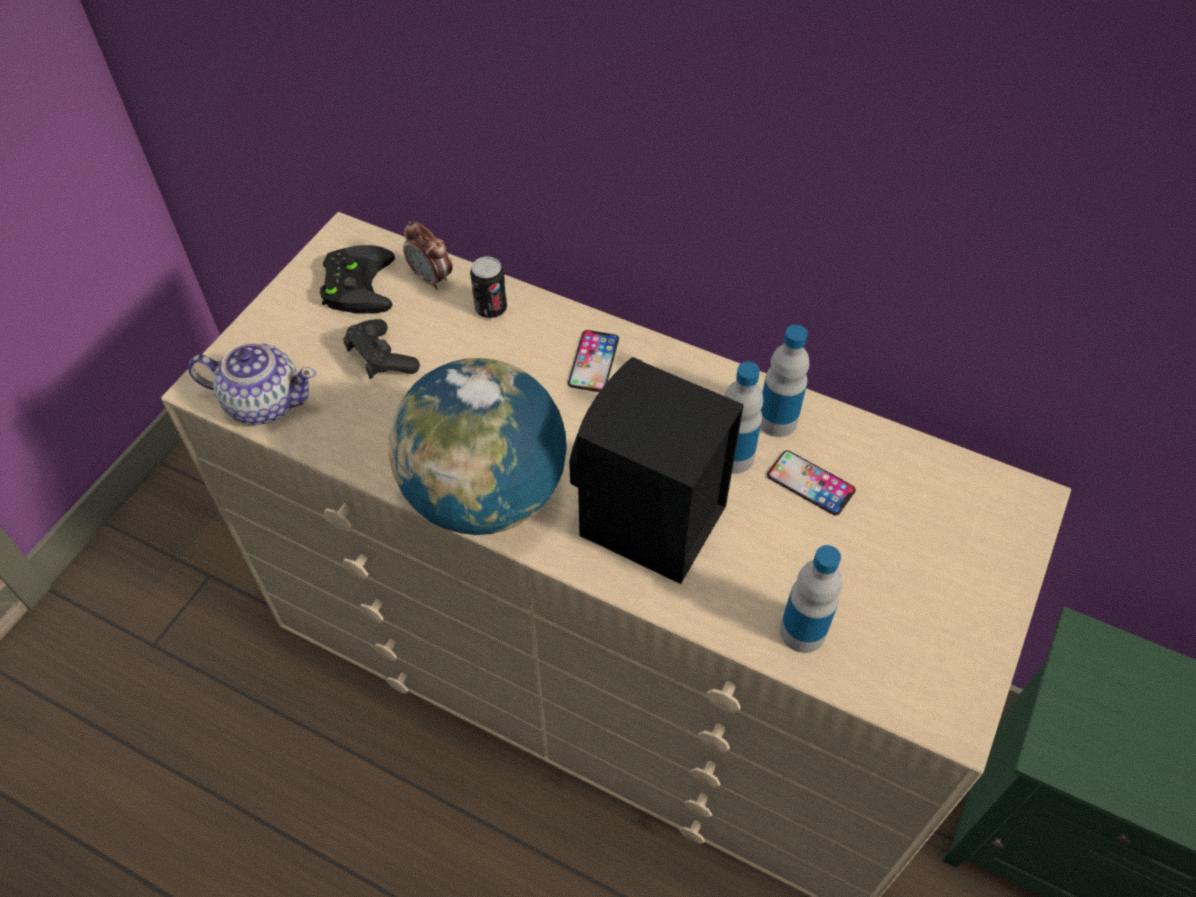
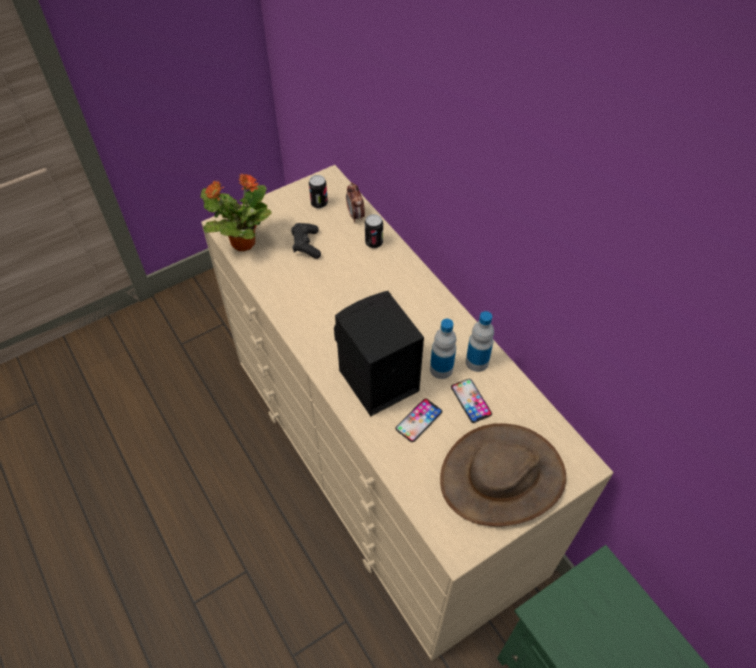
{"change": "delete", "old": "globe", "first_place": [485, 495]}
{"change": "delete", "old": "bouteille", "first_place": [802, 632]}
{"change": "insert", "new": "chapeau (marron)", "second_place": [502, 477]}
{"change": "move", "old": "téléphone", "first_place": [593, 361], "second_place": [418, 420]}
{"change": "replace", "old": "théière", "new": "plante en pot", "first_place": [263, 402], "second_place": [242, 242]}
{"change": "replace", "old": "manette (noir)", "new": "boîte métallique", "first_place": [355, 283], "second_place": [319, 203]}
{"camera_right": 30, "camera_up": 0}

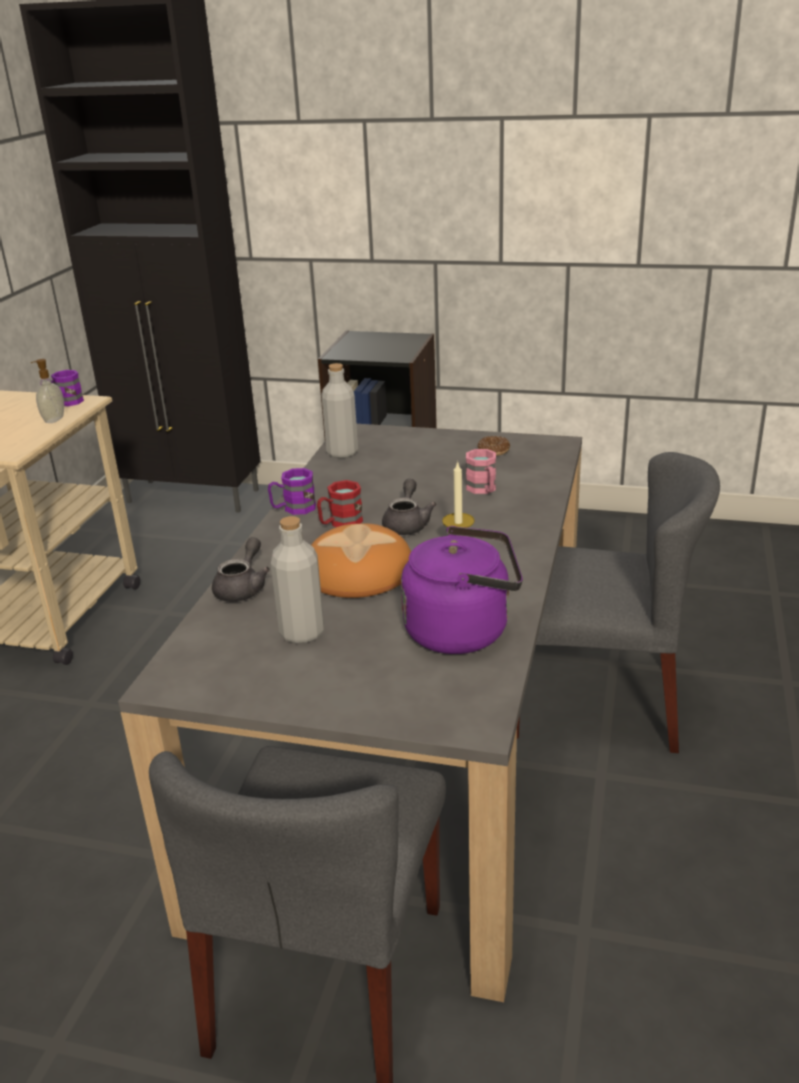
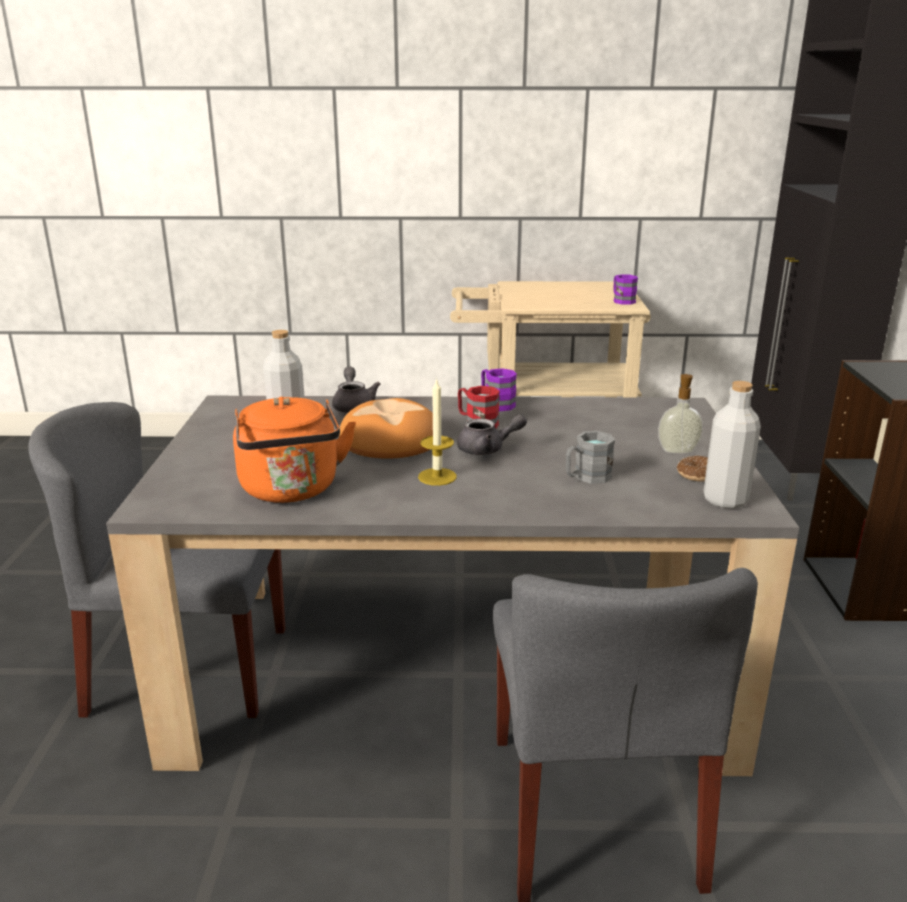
{"change": "move", "old": "distributeur de savon", "first_place": [53, 419], "second_place": [677, 450]}
{"change": "move", "old": "bouteille (gris)", "first_place": [342, 452], "second_place": [725, 500]}
{"change": "recolor", "old": "bouilloire (violet)", "new": "bouilloire (orange)", "first_place": [463, 630], "second_place": [291, 490]}
{"change": "recolor", "old": "mug (rose)", "new": "mug (gris)", "first_place": [483, 490], "second_place": [586, 477]}
{"change": "rotate", "old": "théière (gris)", "first_place": [243, 588], "second_place": [353, 405], "degrees": -105}
{"camera_right": 75, "camera_up": -5}

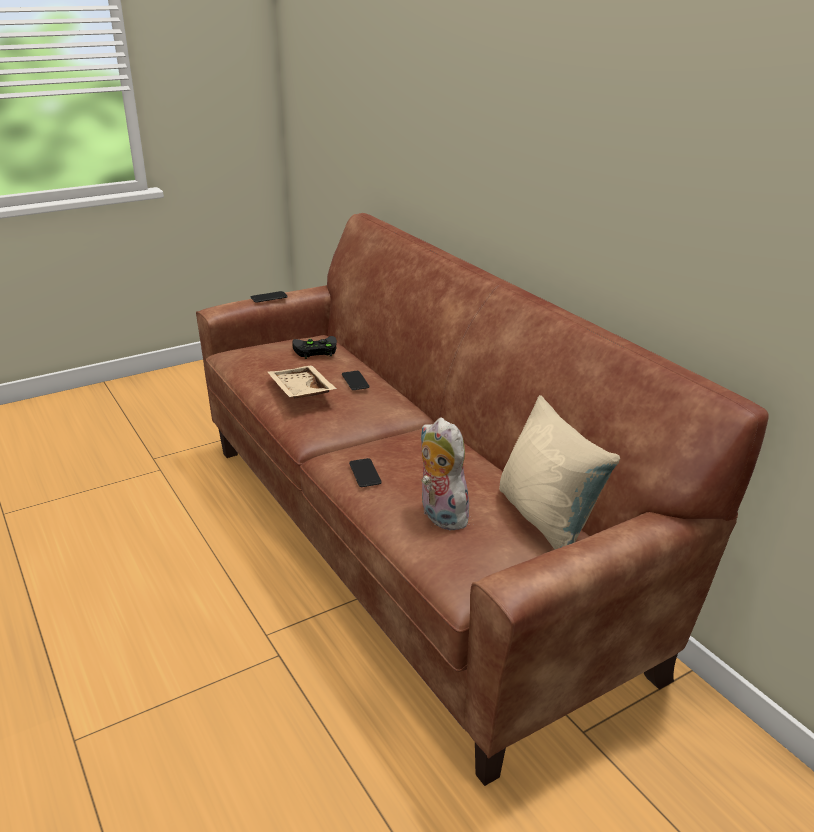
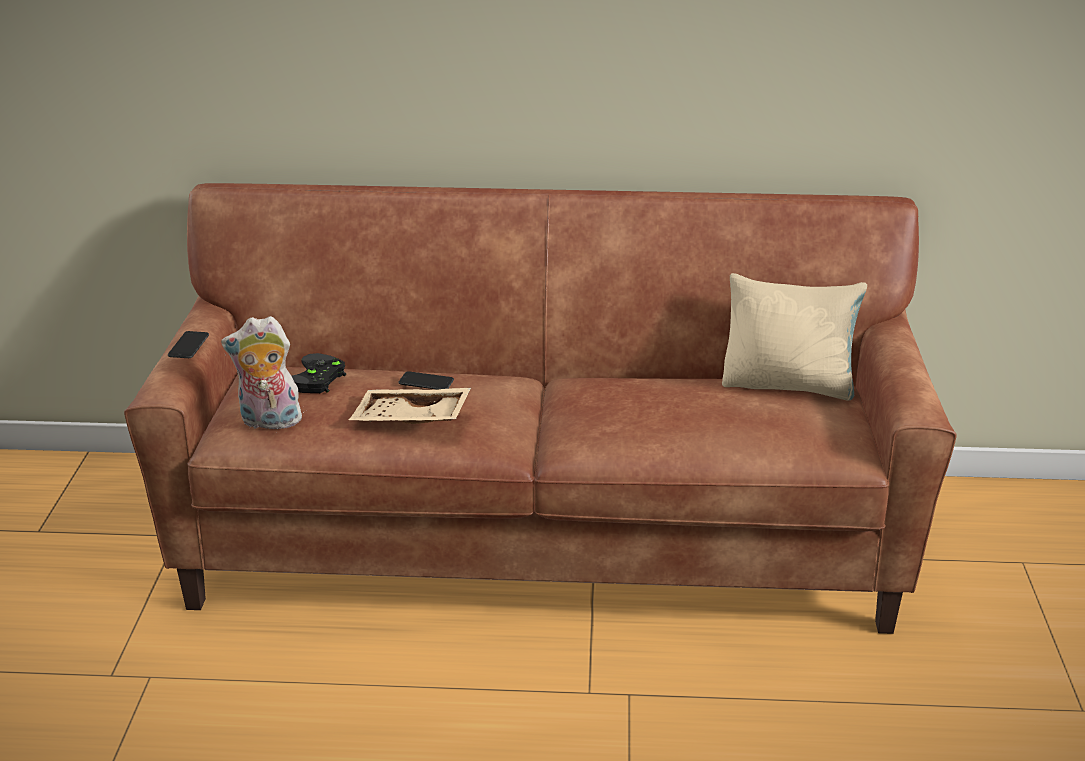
{"change": "delete", "old": "téléphone", "first_place": [365, 473]}
{"change": "move", "old": "peluche", "first_place": [439, 515], "second_place": [268, 422]}
{"camera_right": -55, "camera_up": 0}

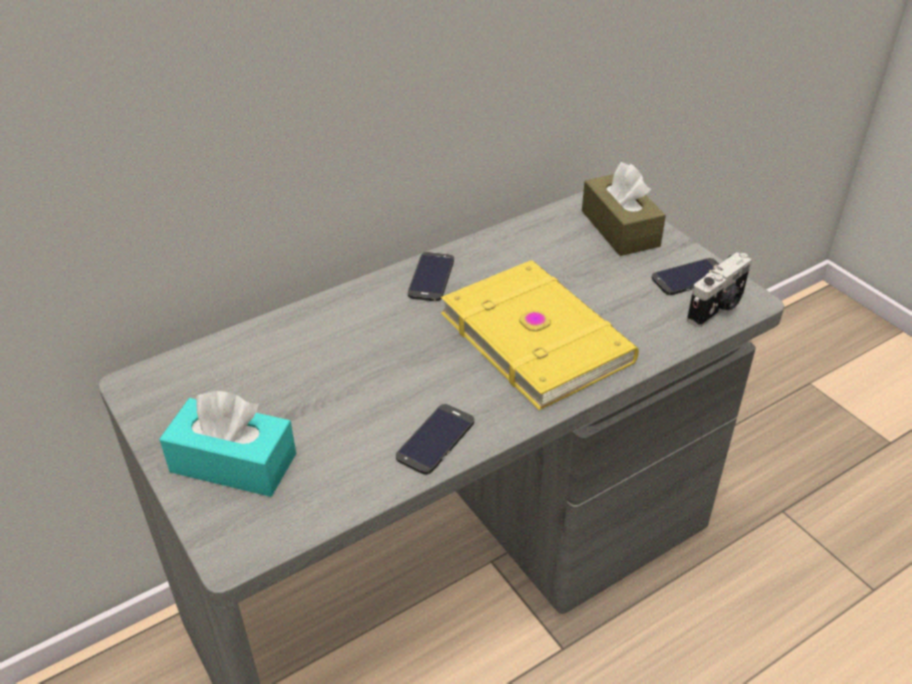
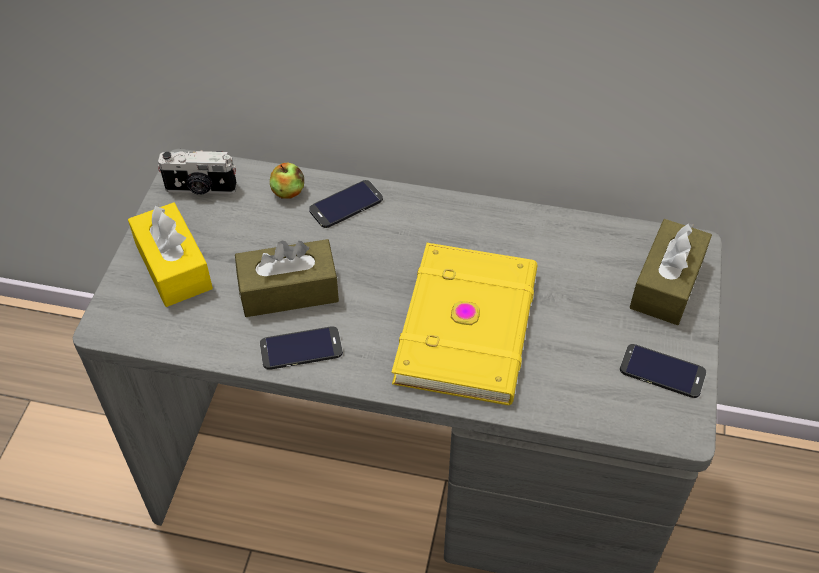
{"change": "insert", "new": "boîte à mouchoirs (marron)", "second_place": [289, 291]}
{"change": "insert", "new": "pomme", "second_place": [288, 192]}
{"change": "move", "old": "téléphone", "first_place": [431, 277], "second_place": [346, 204]}
{"change": "move", "old": "appareil photo", "first_place": [717, 308], "second_place": [201, 189]}
{"change": "recolor", "old": "boîte à mouchoirs (turquoise)", "new": "boîte à mouchoirs (jaune)", "first_place": [233, 463], "second_place": [173, 266]}
{"camera_right": 45, "camera_up": 10}

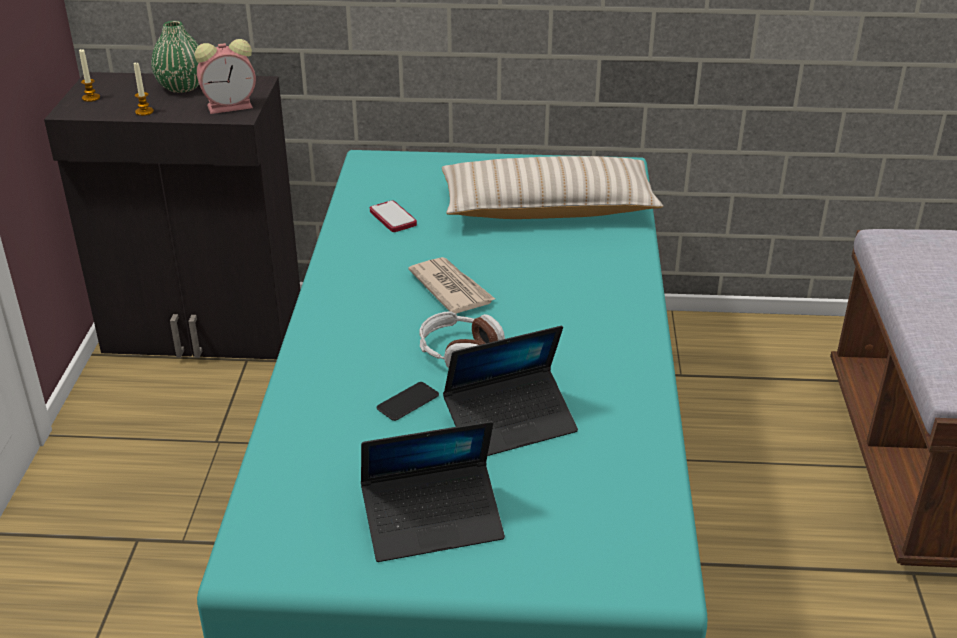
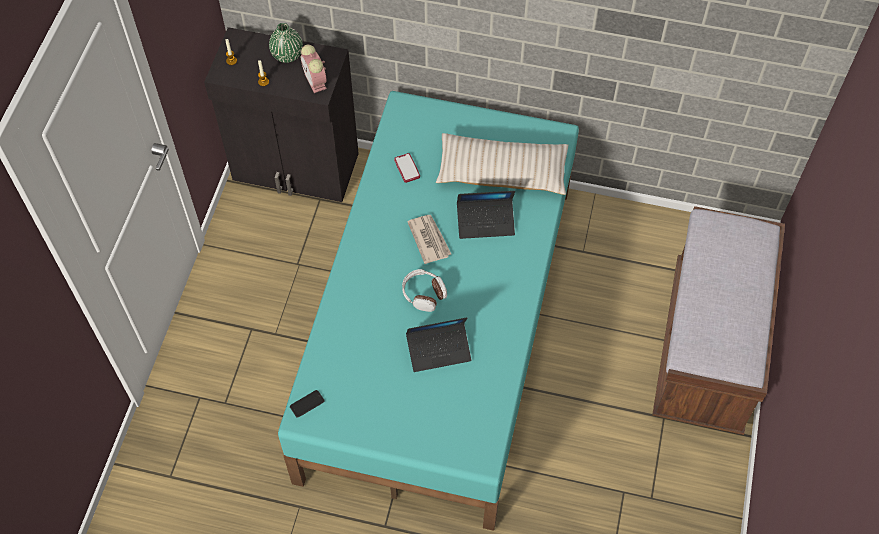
{"change": "move", "old": "ordinateur portable", "first_place": [433, 522], "second_place": [485, 222]}
{"change": "move", "old": "téléphone", "first_place": [408, 402], "second_place": [307, 404]}
{"change": "rotate", "old": "réveil", "first_place": [231, 106], "second_place": [316, 82], "degrees": 75}
{"camera_right": 10, "camera_up": 25}

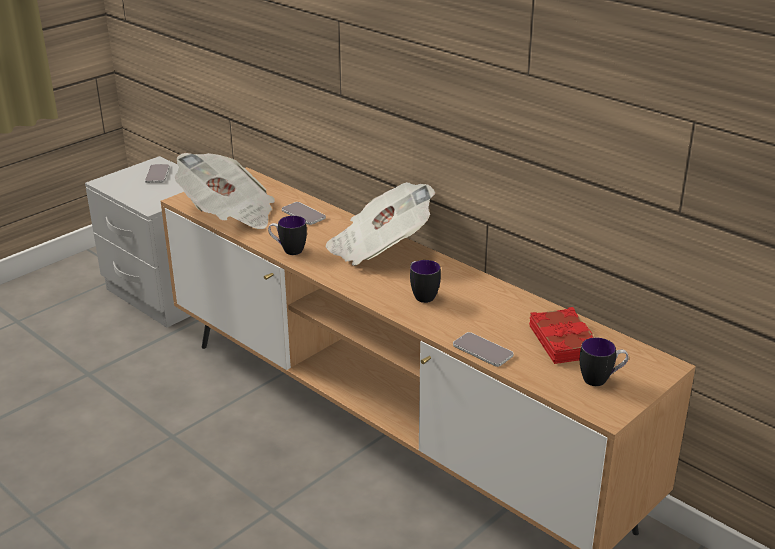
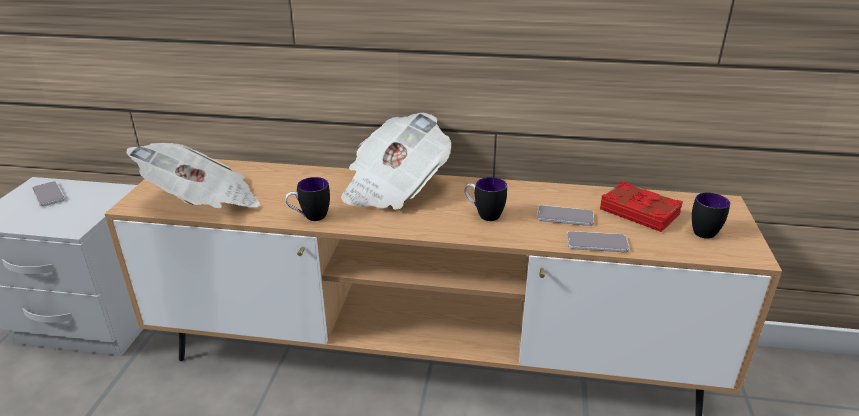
{"change": "move", "old": "téléphone", "first_place": [303, 214], "second_place": [565, 217]}
{"camera_right": -35, "camera_up": 0}

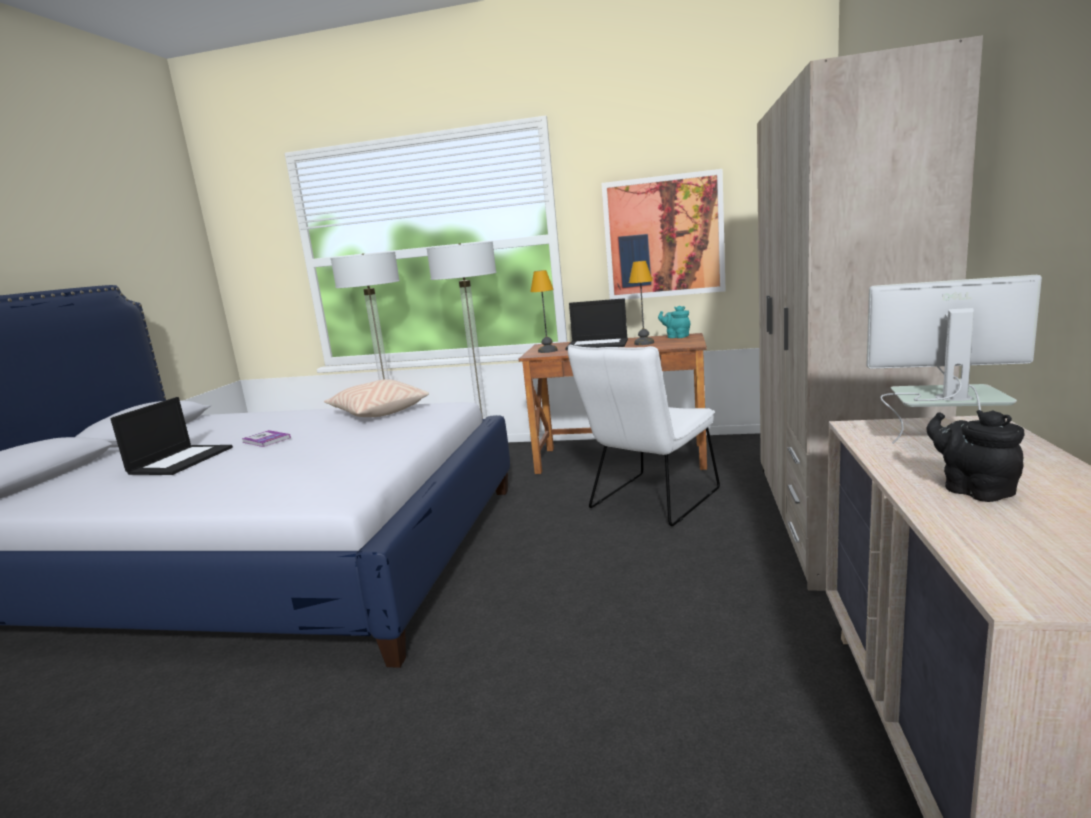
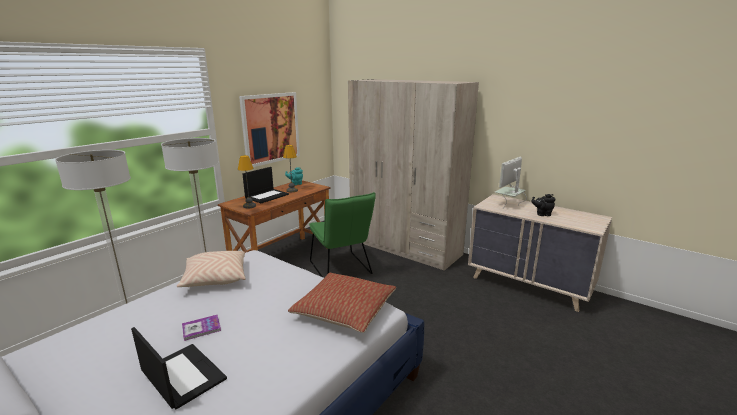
{"change": "insert", "new": "coussin", "second_place": [344, 311]}
{"change": "recolor", "old": "chaise (blanc)", "new": "chaise (vert)", "first_place": [649, 502], "second_place": [342, 270]}
{"camera_right": -65, "camera_up": 5}

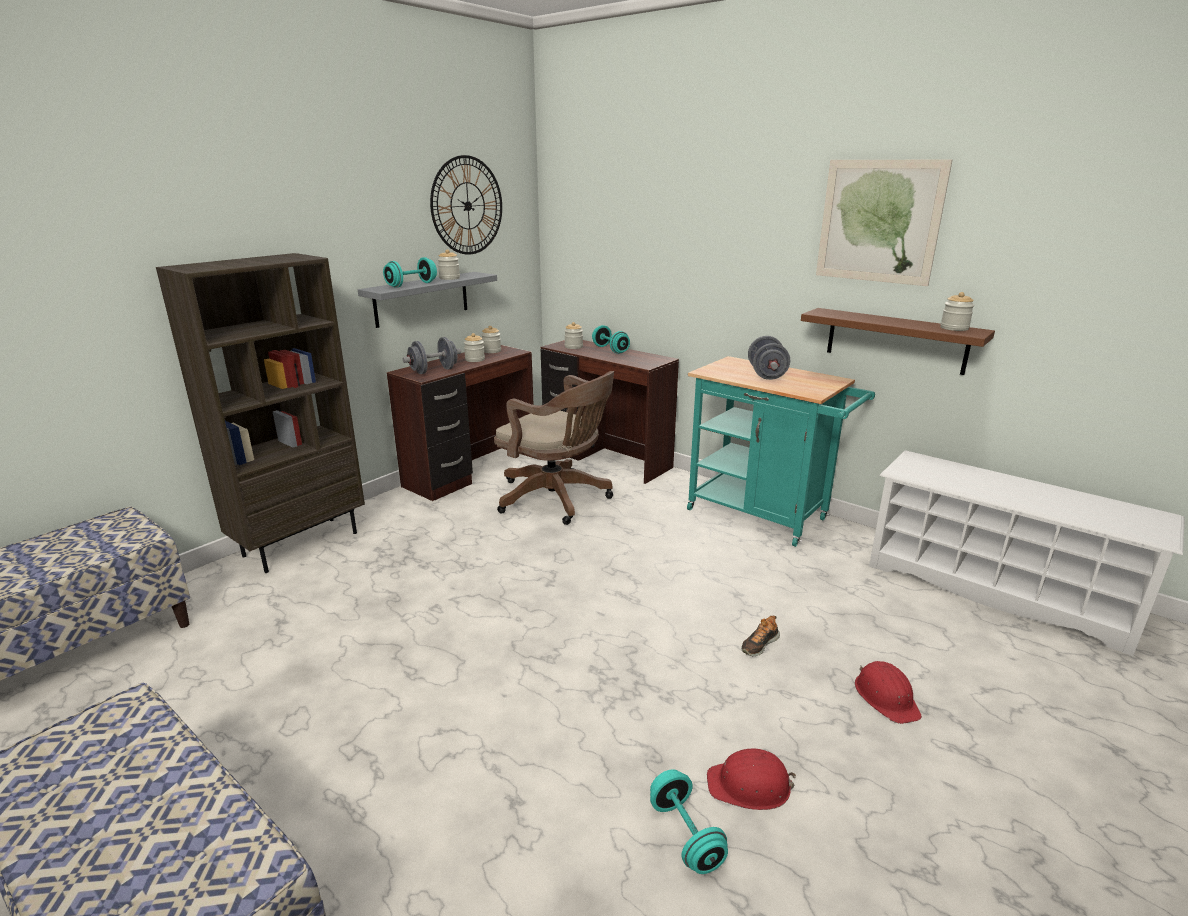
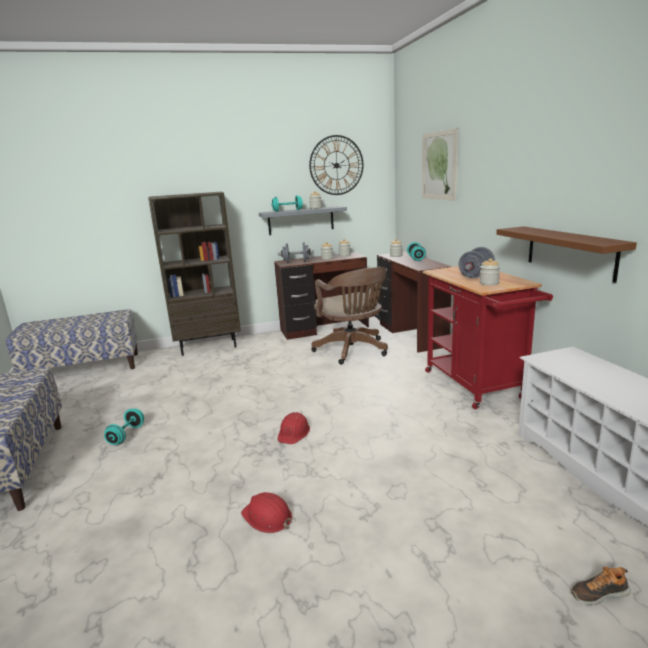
{"change": "move", "old": "haltère (turquoise)", "first_place": [686, 835], "second_place": [126, 435]}
{"change": "move", "old": "chaussure", "first_place": [759, 644], "second_place": [599, 593]}
{"change": "move", "old": "tableau", "first_place": [879, 221], "second_place": [439, 165]}
{"change": "move", "old": "casque de chantier (rouge)", "first_place": [886, 697], "second_place": [294, 433]}
{"change": "move", "old": "bocal", "first_place": [954, 328], "second_place": [489, 283]}
{"change": "recolor", "old": "chariot (turquoise)", "new": "chariot (rouge)", "first_place": [764, 516], "second_place": [477, 387]}
{"camera_right": 35, "camera_up": -5}

